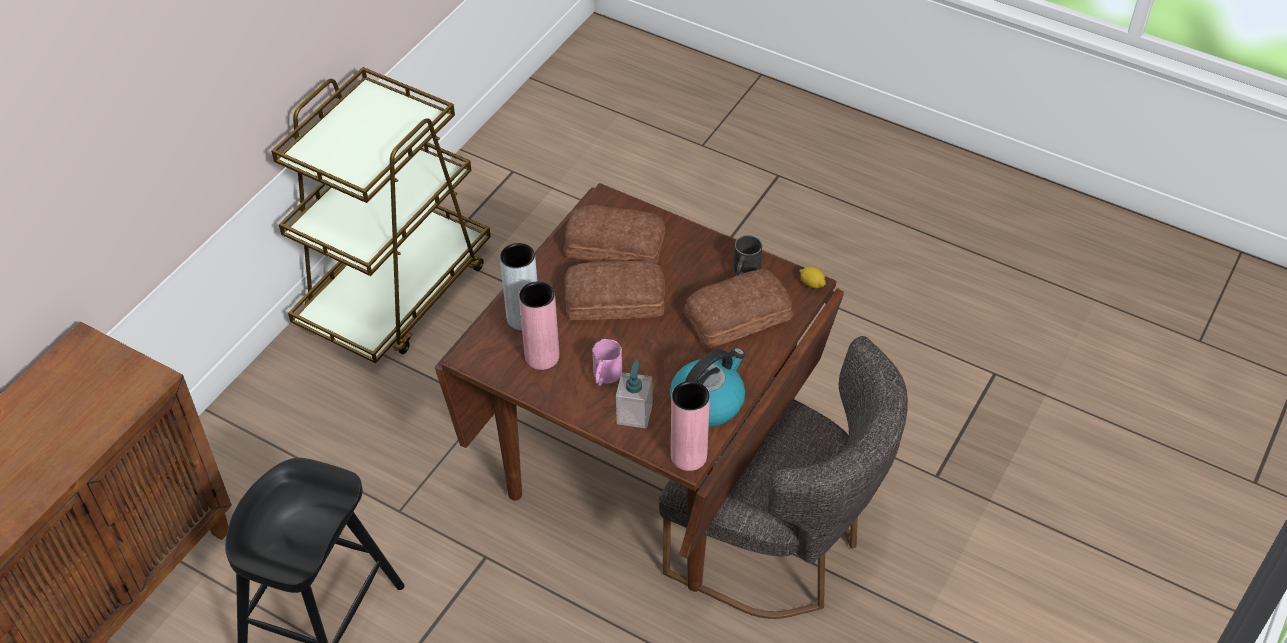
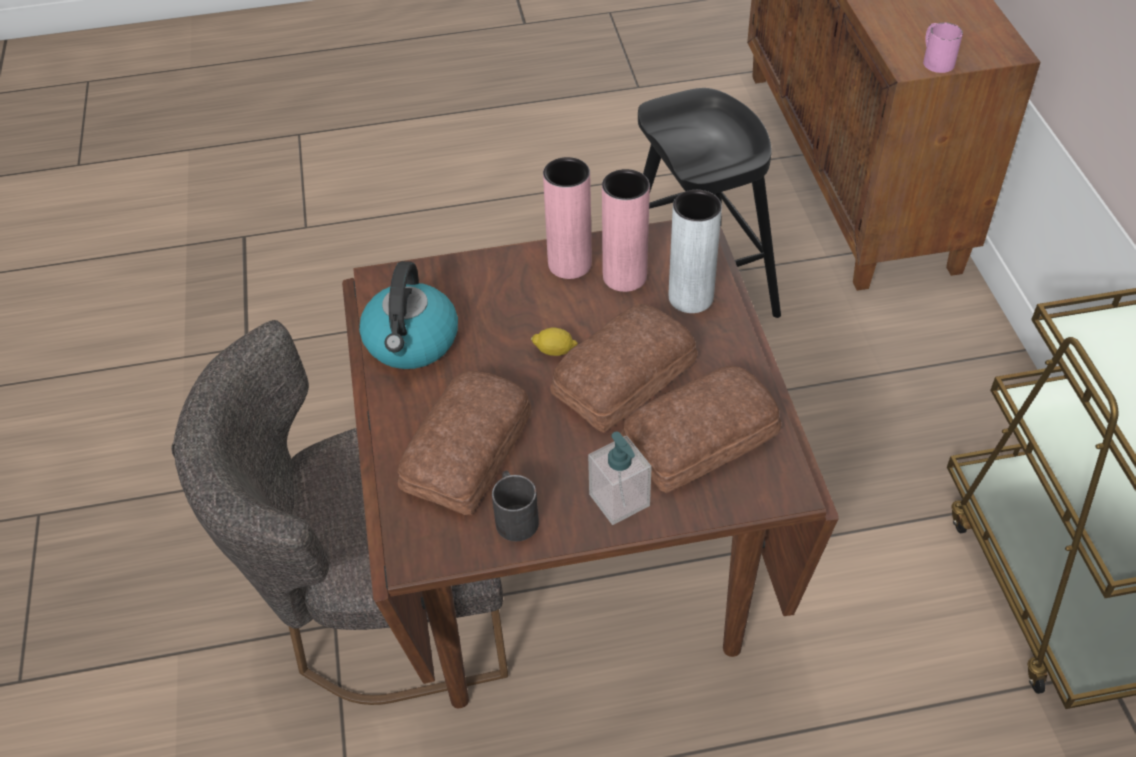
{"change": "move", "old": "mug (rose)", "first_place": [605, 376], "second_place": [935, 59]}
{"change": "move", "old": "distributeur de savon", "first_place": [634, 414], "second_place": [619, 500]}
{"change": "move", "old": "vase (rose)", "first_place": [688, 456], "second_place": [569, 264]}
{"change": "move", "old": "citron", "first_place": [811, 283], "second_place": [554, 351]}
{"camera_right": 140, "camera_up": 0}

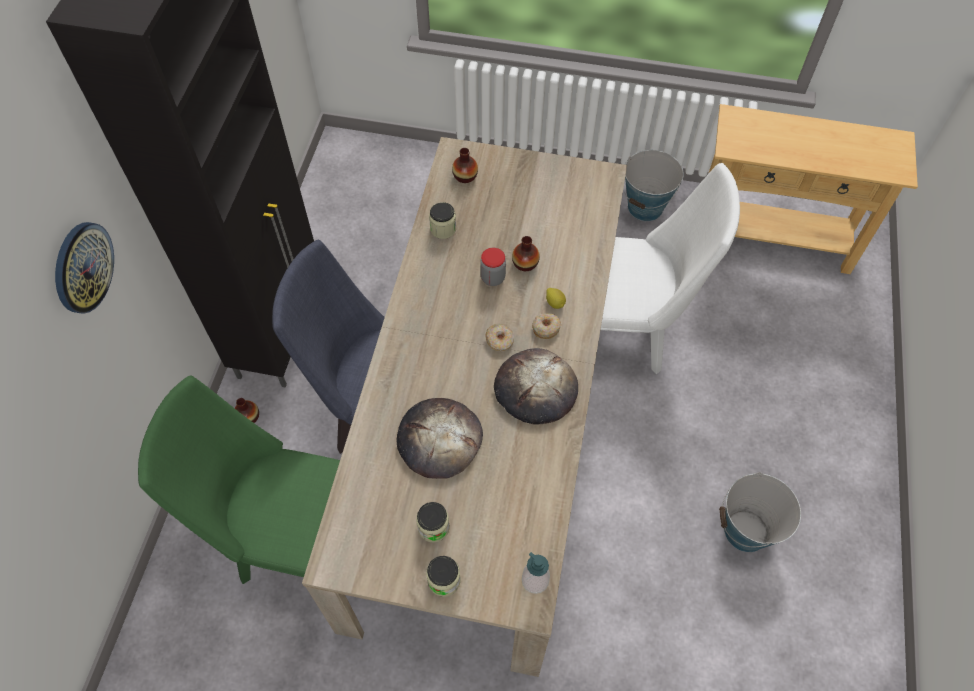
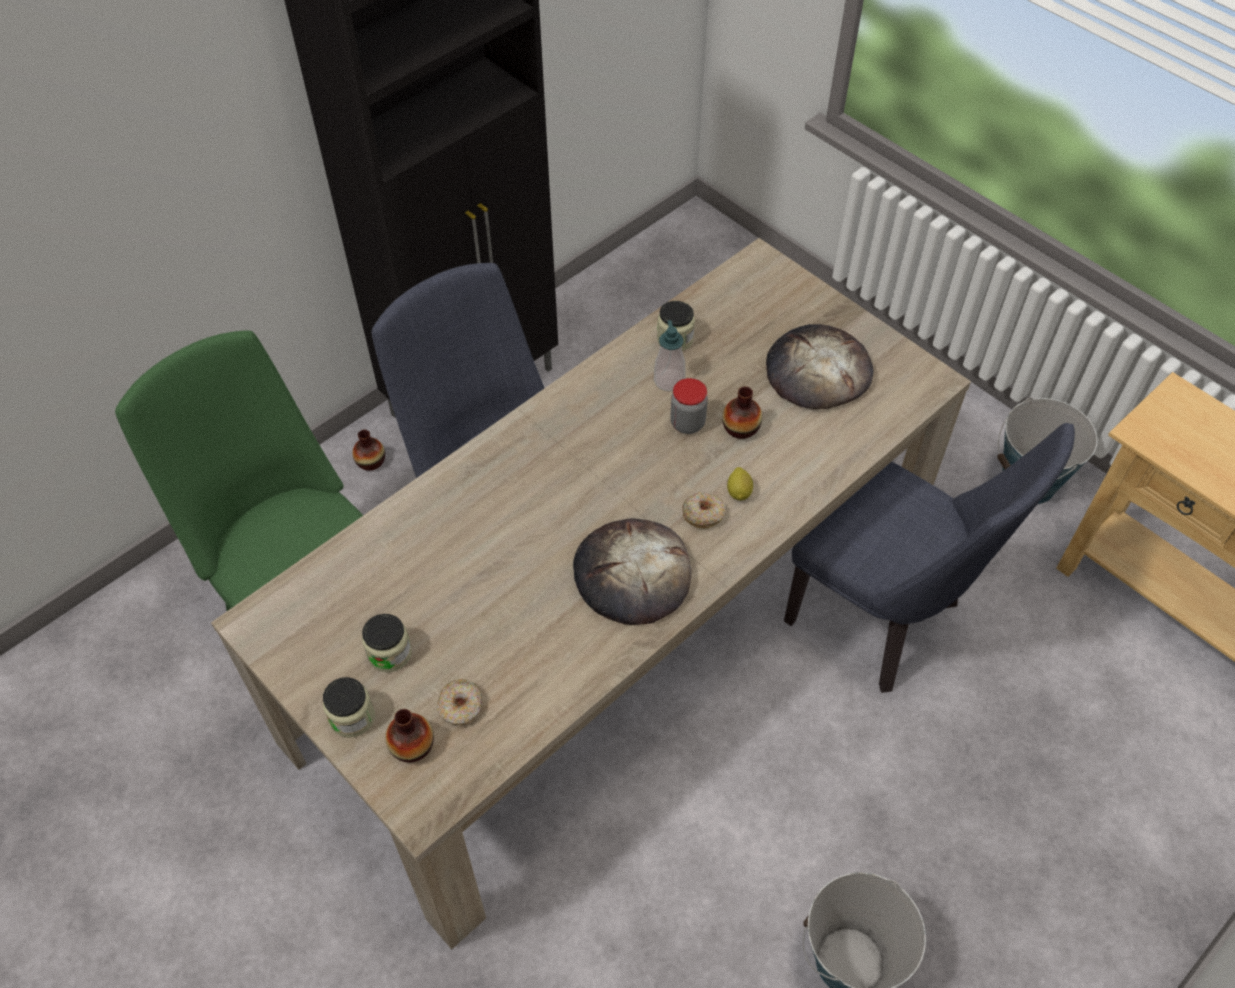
{"change": "delete", "old": "horloge murale", "first_place": [82, 267]}
{"change": "move", "old": "pain", "first_place": [439, 439], "second_place": [817, 371]}
{"change": "move", "old": "vase", "first_place": [465, 176], "second_place": [412, 745]}
{"change": "move", "old": "beignet", "first_place": [500, 340], "second_place": [461, 707]}
{"change": "move", "old": "distributeur de savon", "first_place": [535, 580], "second_place": [669, 380]}
{"change": "recolor", "old": "chaise (blanc)", "new": "chaise (bleu)", "first_place": [628, 332], "second_place": [884, 621]}
{"camera_right": 35, "camera_up": -5}

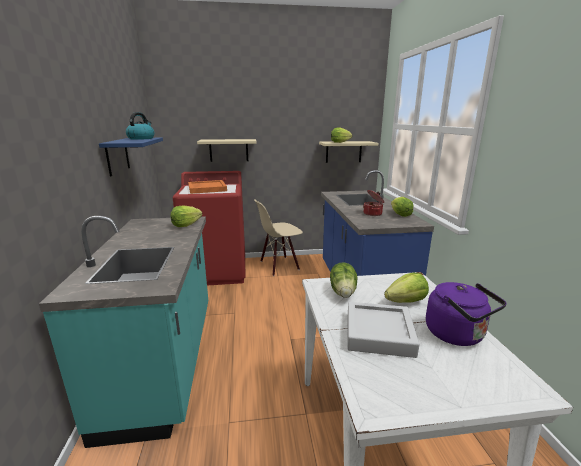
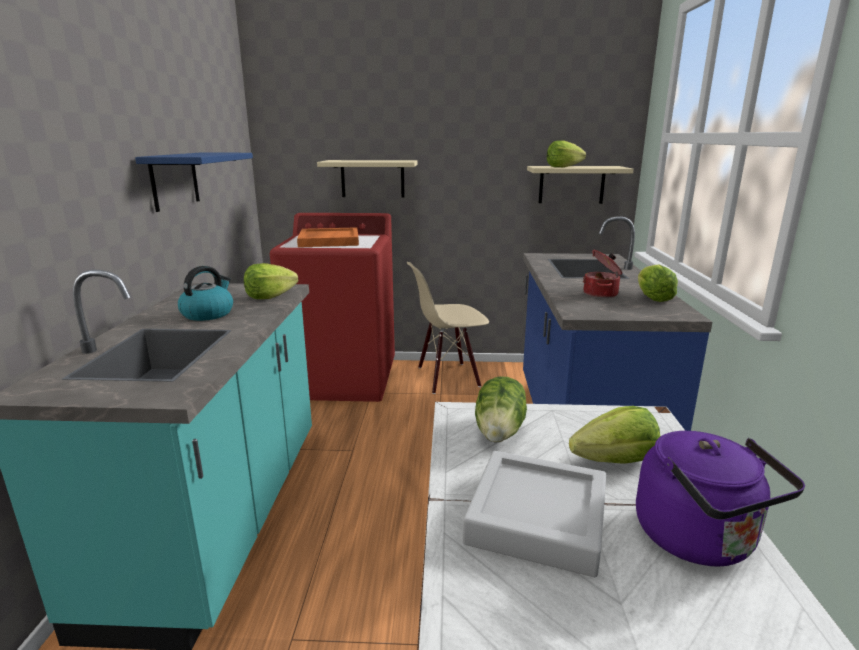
{"change": "move", "old": "bouilloire", "first_place": [141, 138], "second_place": [208, 313]}
{"camera_right": 10, "camera_up": 0}

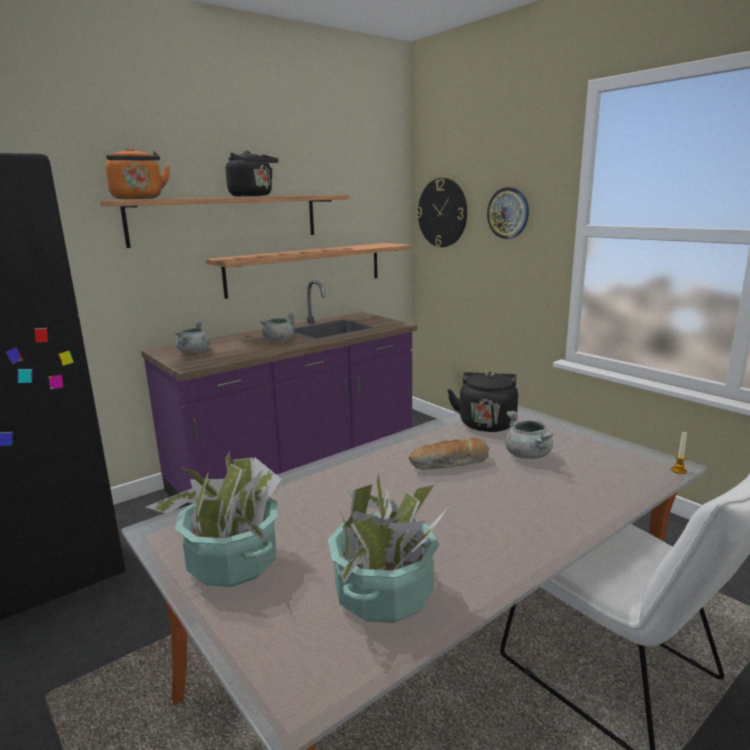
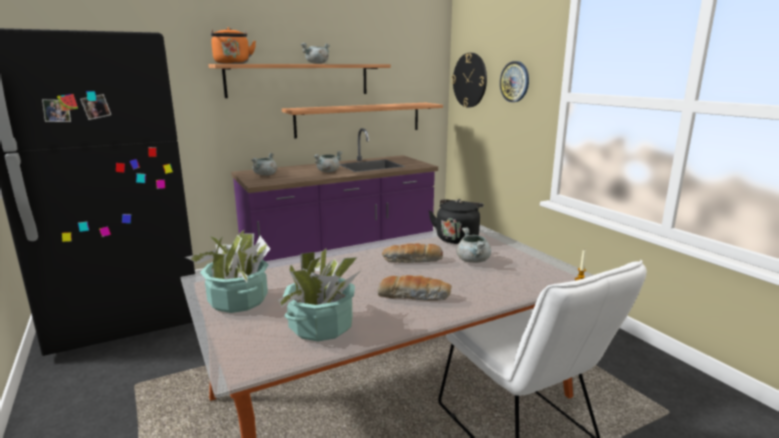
{"change": "insert", "new": "pain", "second_place": [414, 296]}
{"change": "replace", "old": "bouilloire (noir)", "new": "marmite (gris)", "first_place": [253, 196], "second_place": [317, 63]}
{"camera_right": 10, "camera_up": 0}

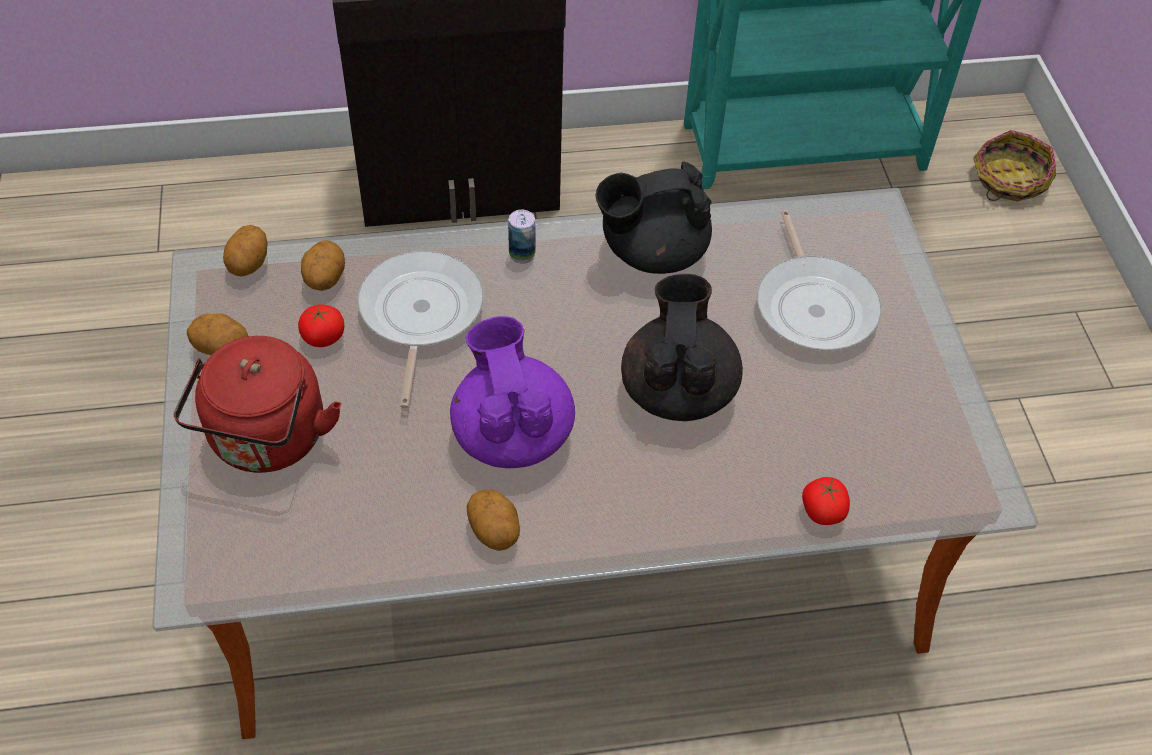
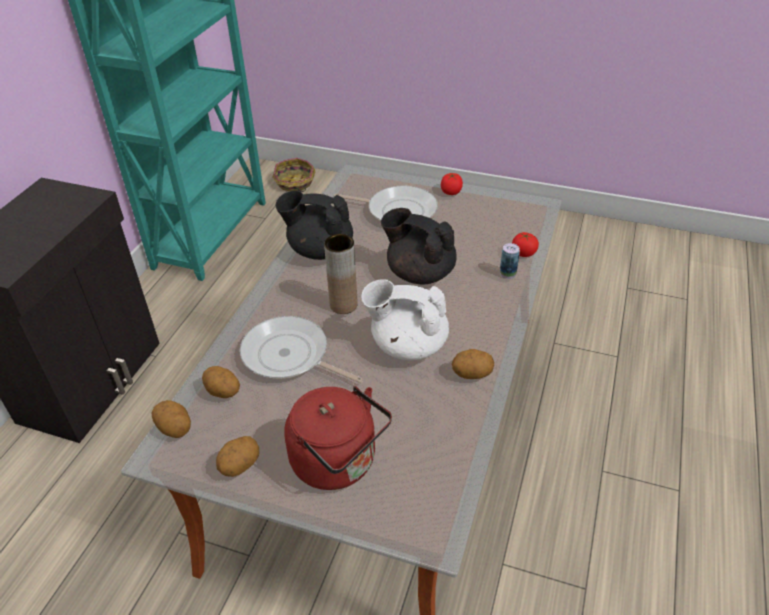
{"change": "insert", "new": "vase (marron)", "second_place": [343, 305]}
{"change": "move", "old": "tomate", "first_place": [323, 337], "second_place": [451, 192]}
{"change": "move", "old": "boîte métallique", "first_place": [522, 254], "second_place": [507, 274]}
{"change": "recolor", "old": "théière (violet)", "new": "théière (blanc)", "first_place": [512, 433], "second_place": [407, 345]}
{"change": "rotate", "old": "théière (noir)", "first_place": [651, 252], "second_place": [319, 250], "degrees": 90}
{"camera_right": -60, "camera_up": -10}

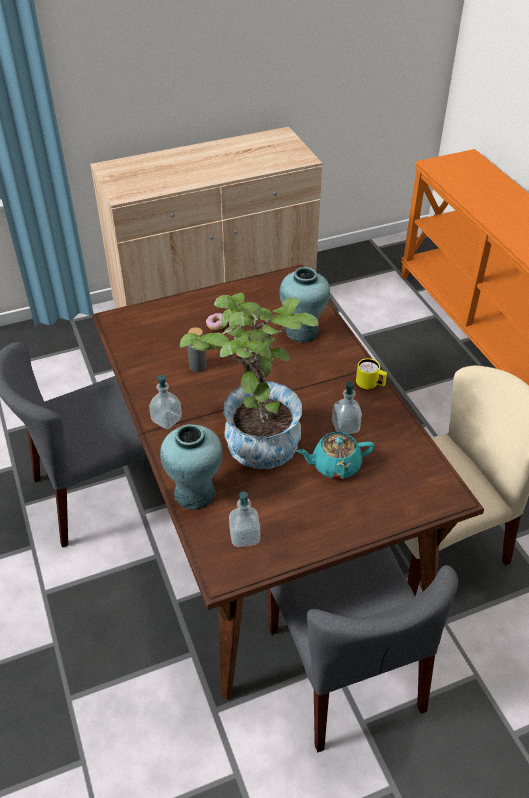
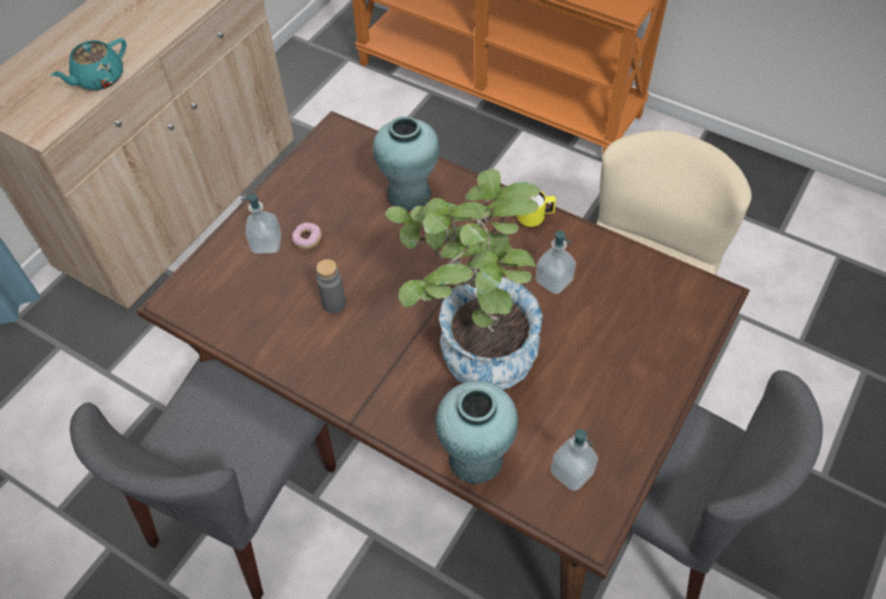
{"change": "move", "old": "distributeur de savon", "first_place": [166, 420], "second_place": [266, 244]}
{"change": "move", "old": "théière (turquoise)", "first_place": [335, 465], "second_place": [99, 79]}
{"camera_right": -35, "camera_up": 10}

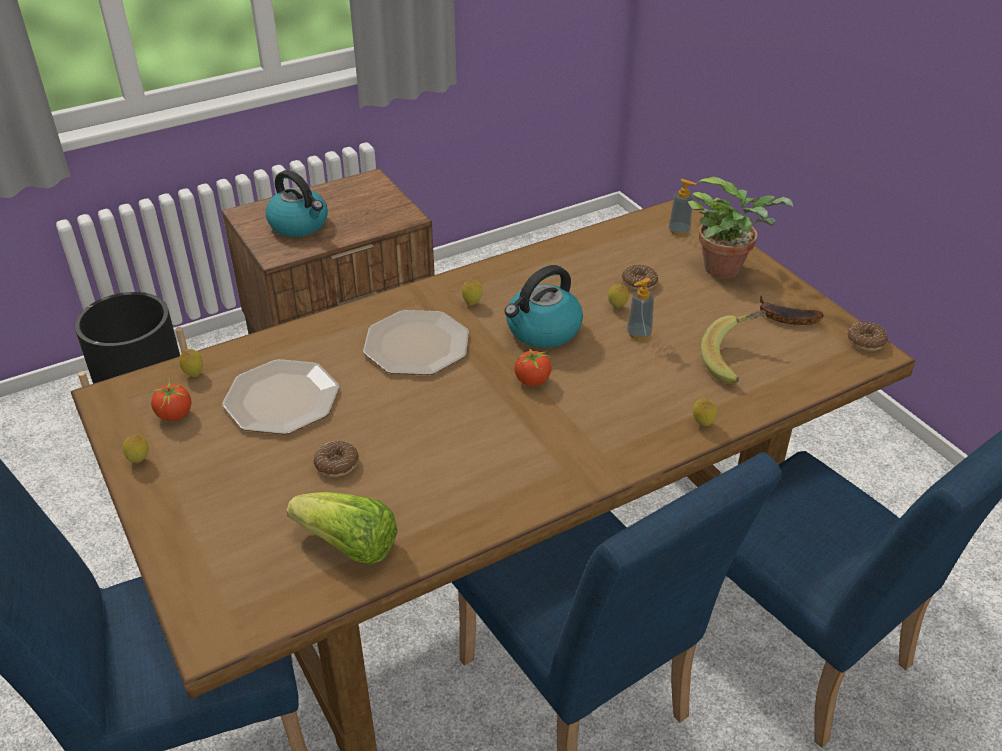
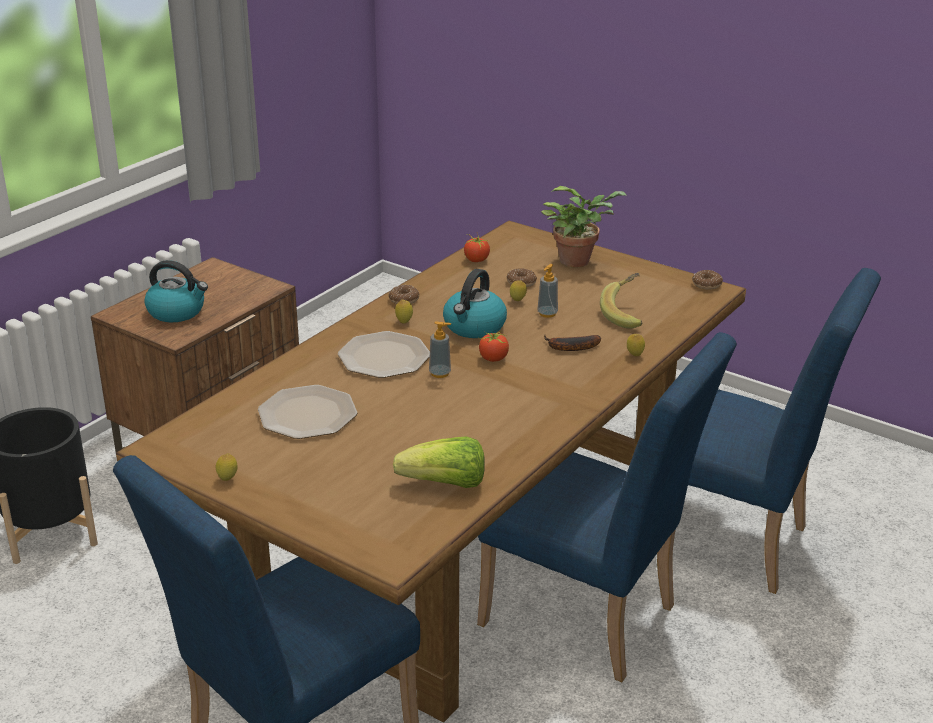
{"change": "delete", "old": "citron", "first_place": [194, 374]}
{"change": "move", "old": "tomate", "first_place": [174, 414], "second_place": [476, 260]}
{"change": "move", "old": "beignet", "first_place": [337, 464], "second_place": [404, 300]}
{"change": "move", "old": "distributeur de savon", "first_place": [679, 231], "second_place": [440, 373]}
{"change": "move", "old": "banane", "first_place": [783, 318], "second_place": [570, 347]}
{"camera_right": -25, "camera_up": -10}

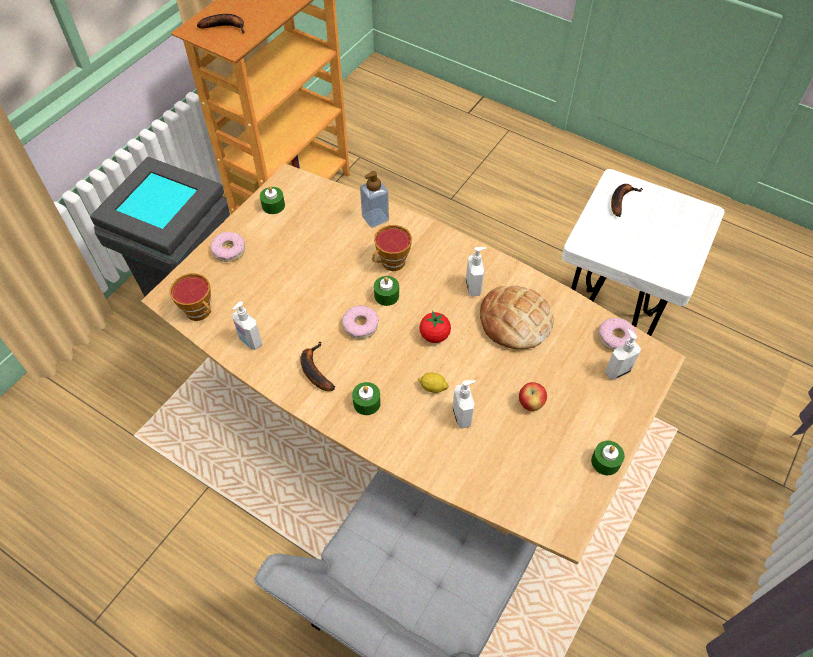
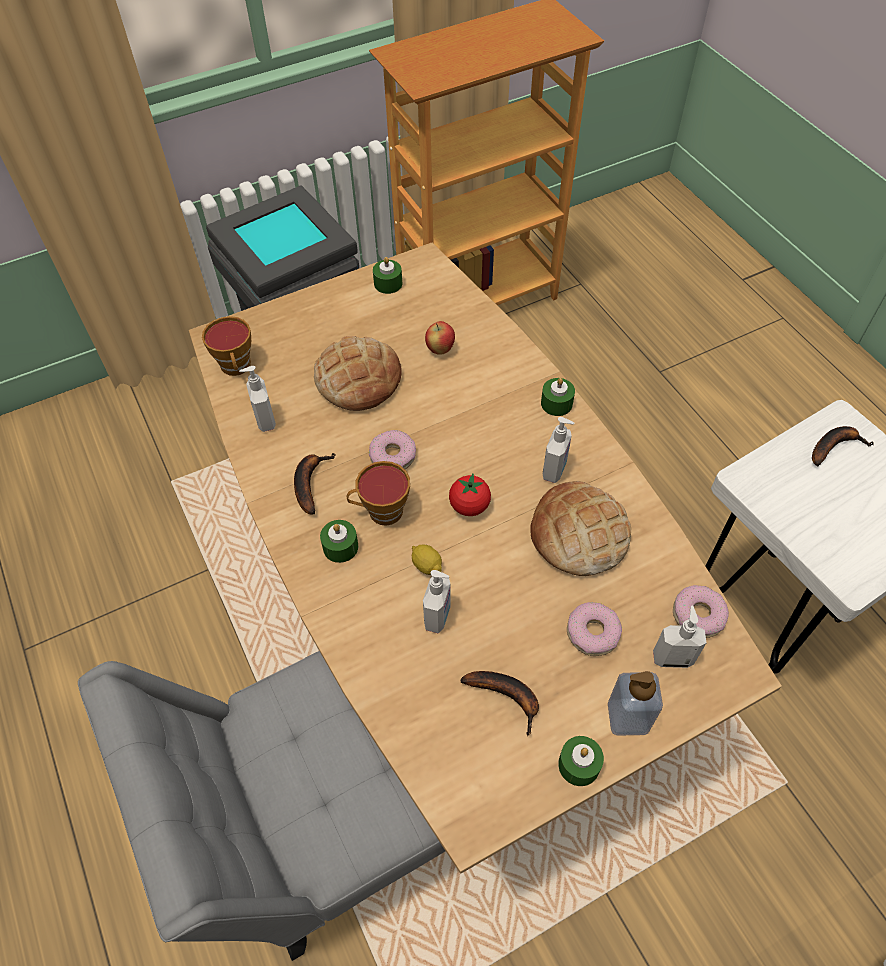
{"change": "insert", "new": "pain", "second_place": [358, 379]}
{"change": "move", "old": "banane", "first_place": [226, 26], "second_place": [508, 697]}
{"change": "move", "old": "beignet", "first_place": [229, 250], "second_place": [592, 633]}
{"change": "move", "old": "distributeur de savon", "first_place": [375, 218], "second_place": [627, 717]}
{"change": "move", "old": "tasse", "first_place": [391, 263], "second_place": [381, 512]}
{"change": "move", "old": "bougie (vert)", "first_place": [386, 295], "second_place": [556, 403]}
{"change": "move", "old": "pomme", "first_place": [530, 404], "second_place": [440, 349]}
{"camera_right": 30, "camera_up": 0}

